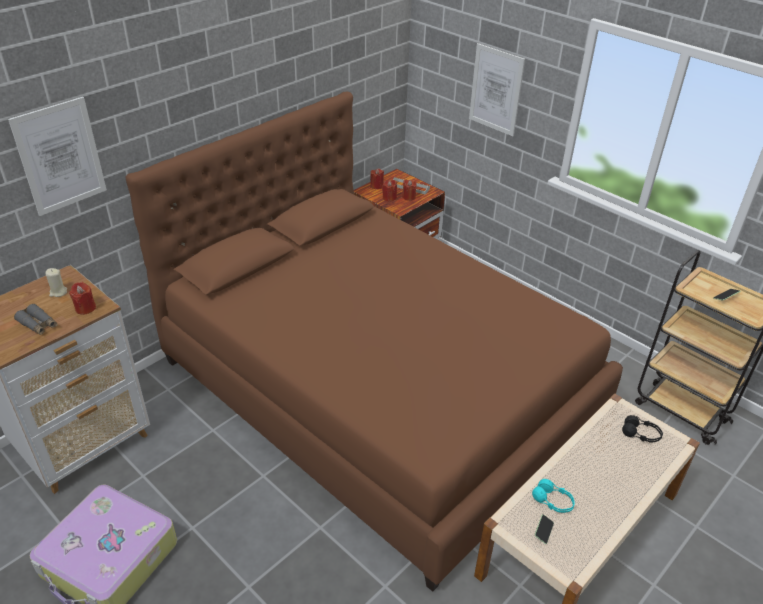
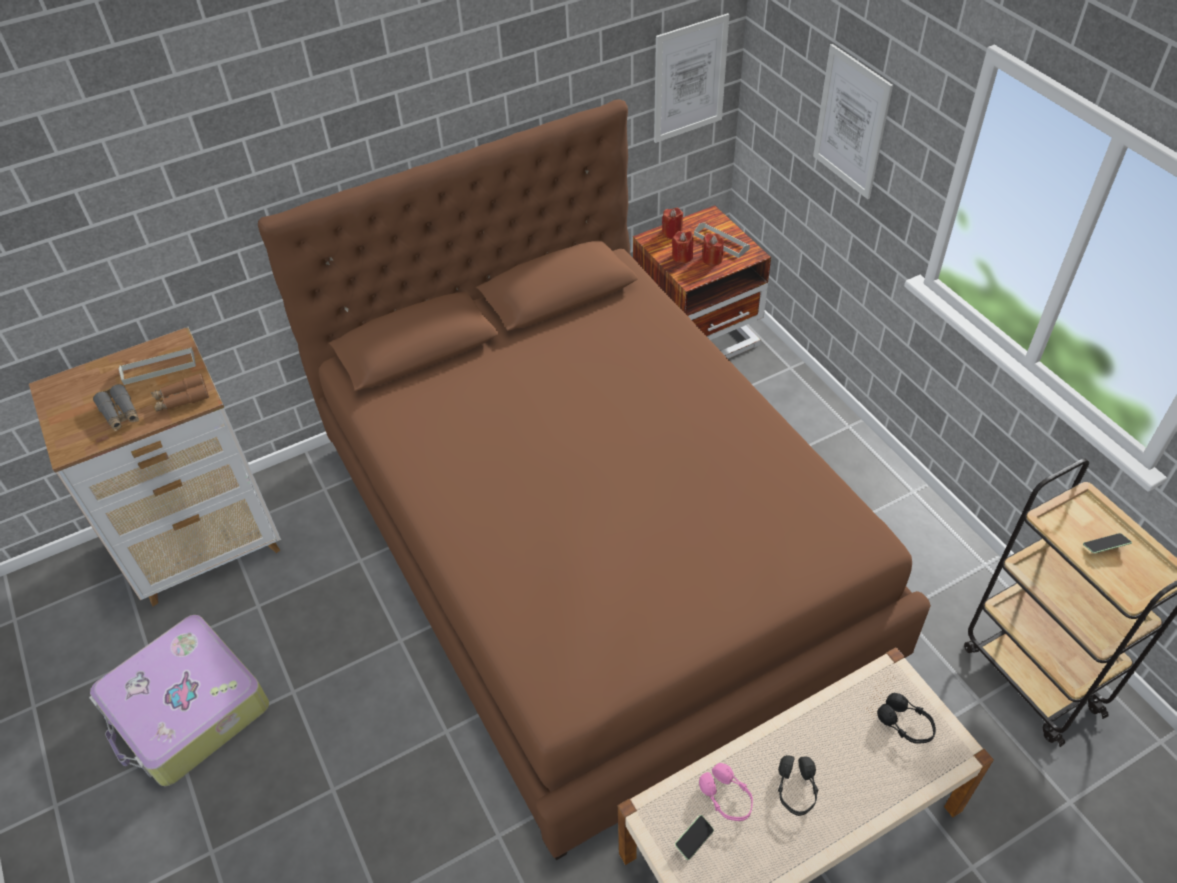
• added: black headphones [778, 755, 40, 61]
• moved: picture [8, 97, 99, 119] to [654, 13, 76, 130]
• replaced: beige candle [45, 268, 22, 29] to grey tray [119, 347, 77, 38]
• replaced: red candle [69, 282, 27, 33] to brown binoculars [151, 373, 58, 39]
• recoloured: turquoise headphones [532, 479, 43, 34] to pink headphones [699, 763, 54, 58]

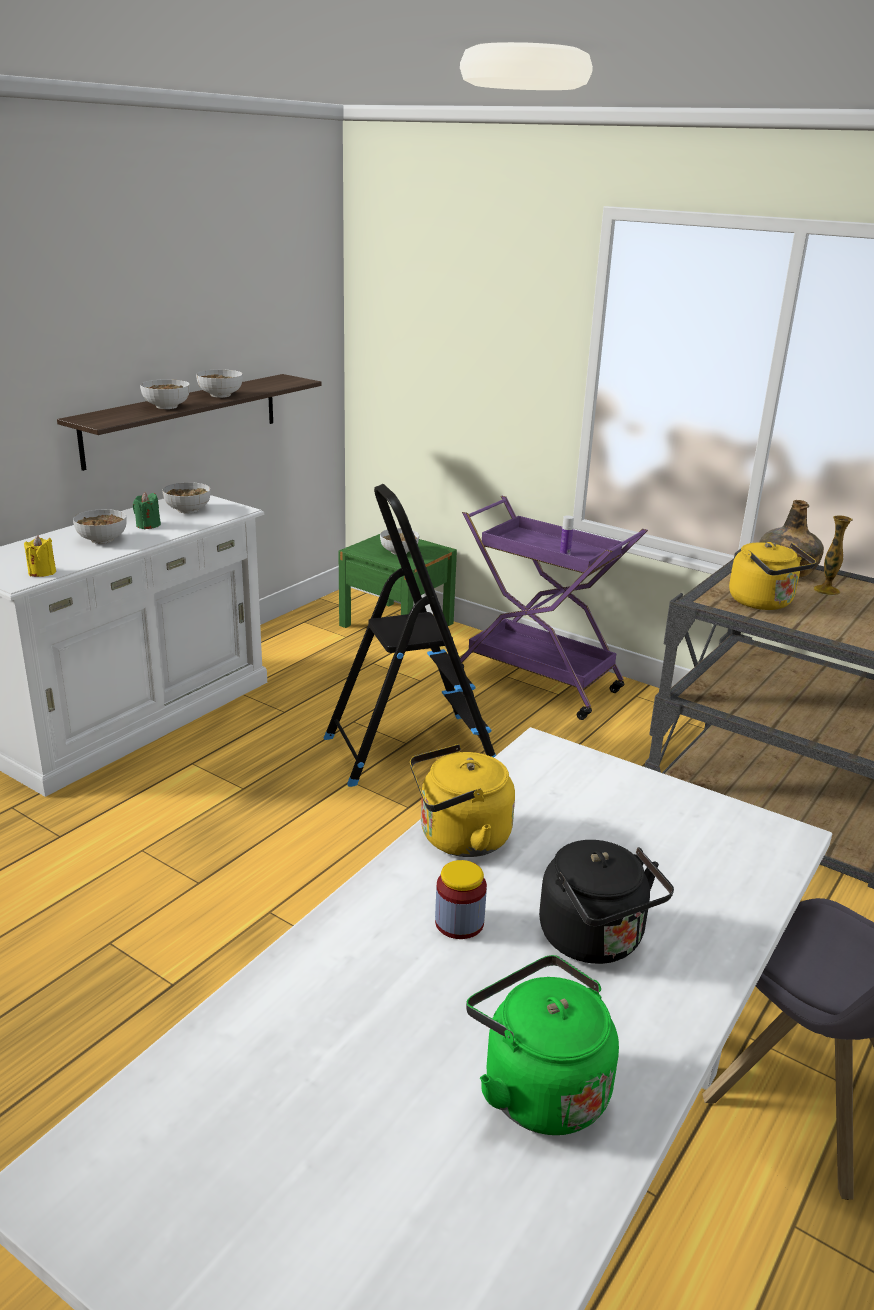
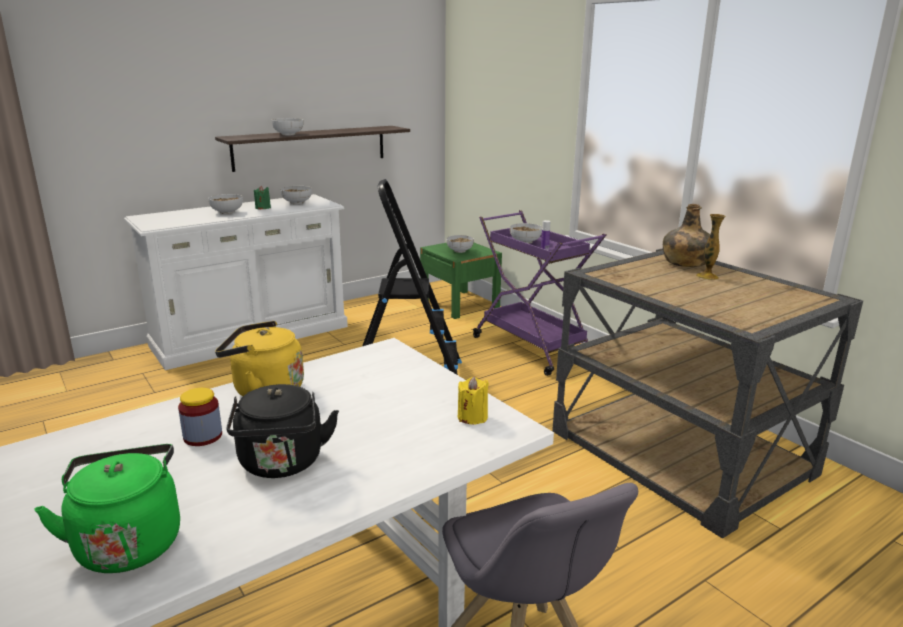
• removed: yellow kettle [729, 542, 87, 68]
• moved: yellow candle [24, 536, 32, 41] to [458, 377, 31, 48]
• moved: bowl [196, 369, 47, 29] to [510, 223, 32, 21]

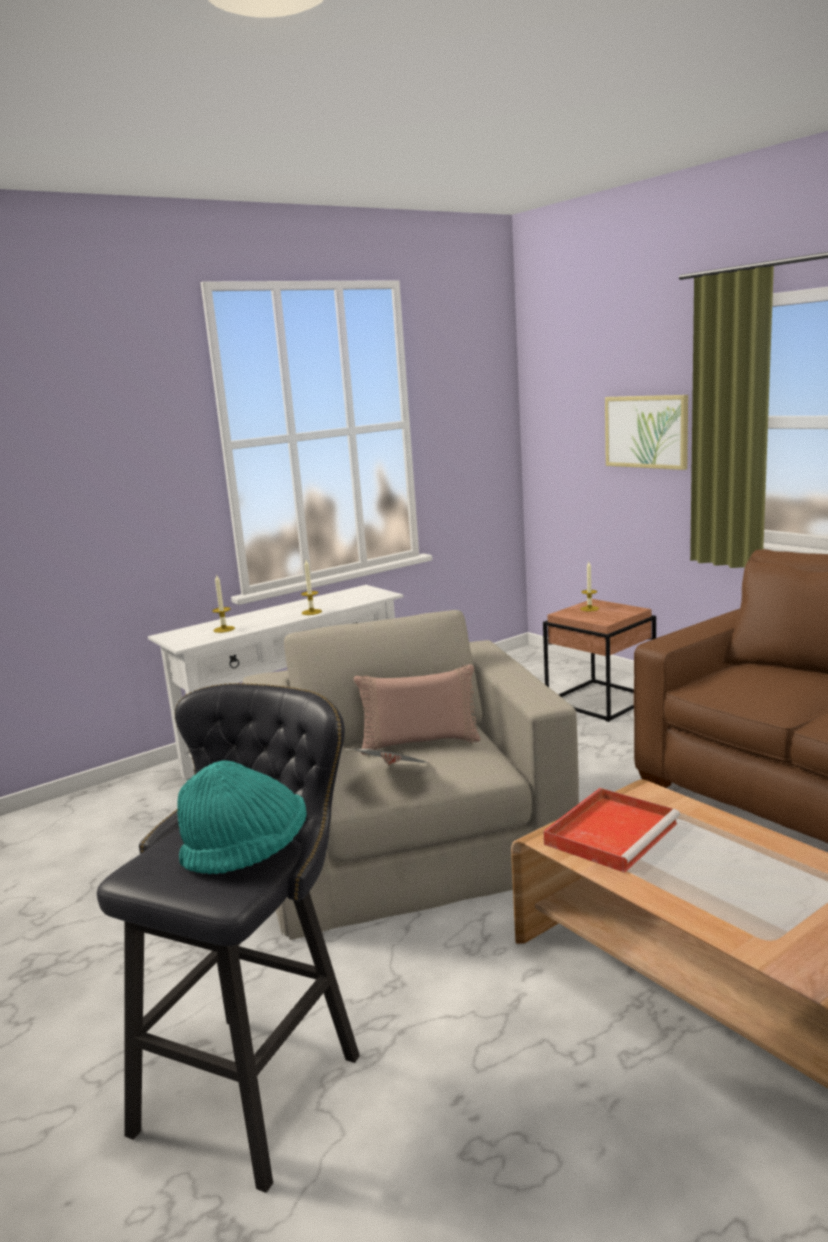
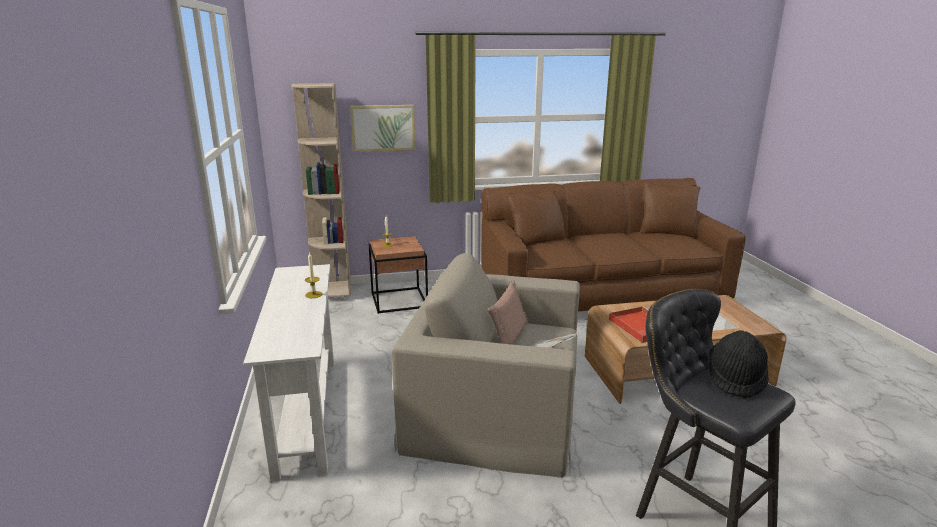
• removed: candle [212, 574, 23, 59]
• added: beige bookcase [291, 83, 60, 217]
• recoloured: turquoise hat [178, 760, 129, 114] to black hat [709, 330, 59, 68]

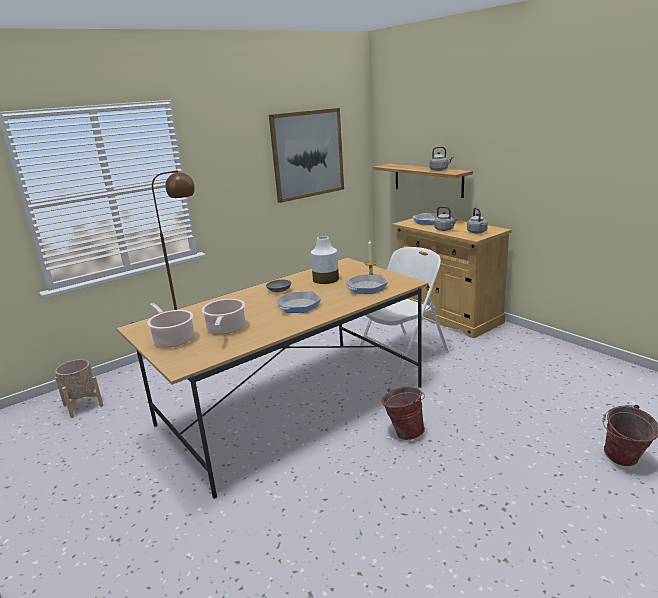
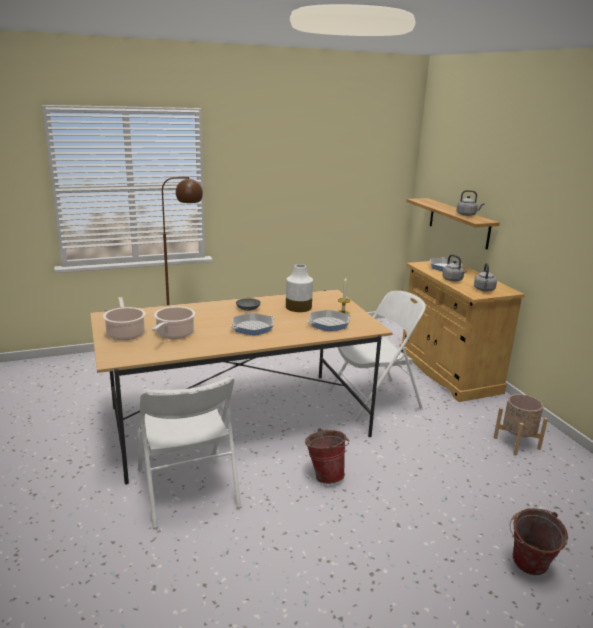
• removed: picture [269, 108, 75, 95]
• added: white chair [138, 378, 104, 151]
• moved: beige planter [55, 359, 48, 59] to [494, 394, 54, 62]

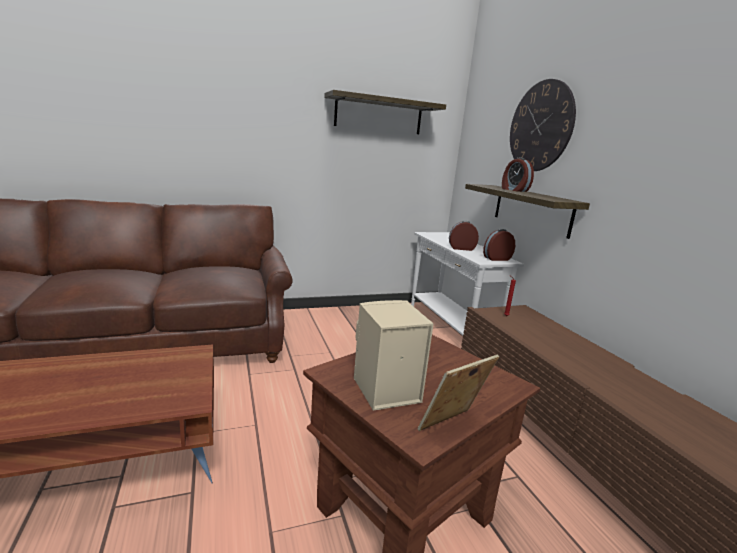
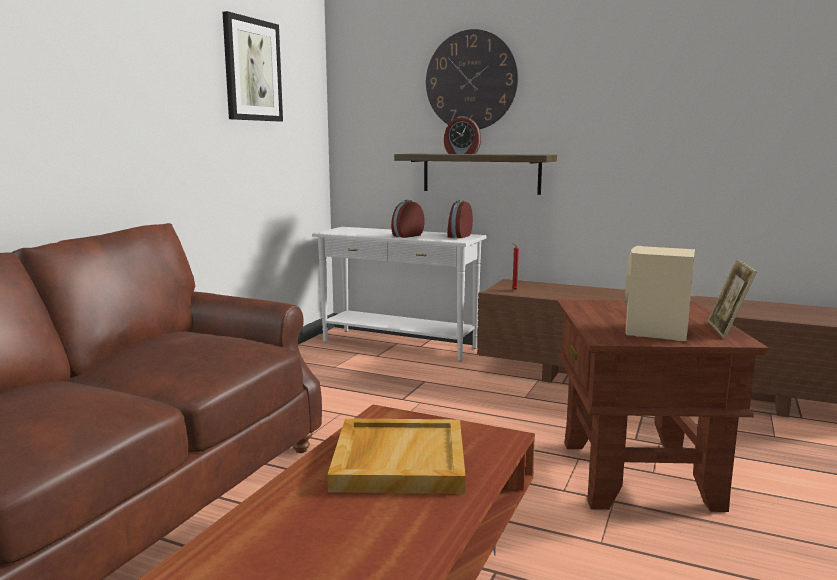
• added: beige tray [327, 418, 139, 76]
• replaced: shelf [324, 90, 122, 44] to picture [222, 11, 61, 110]

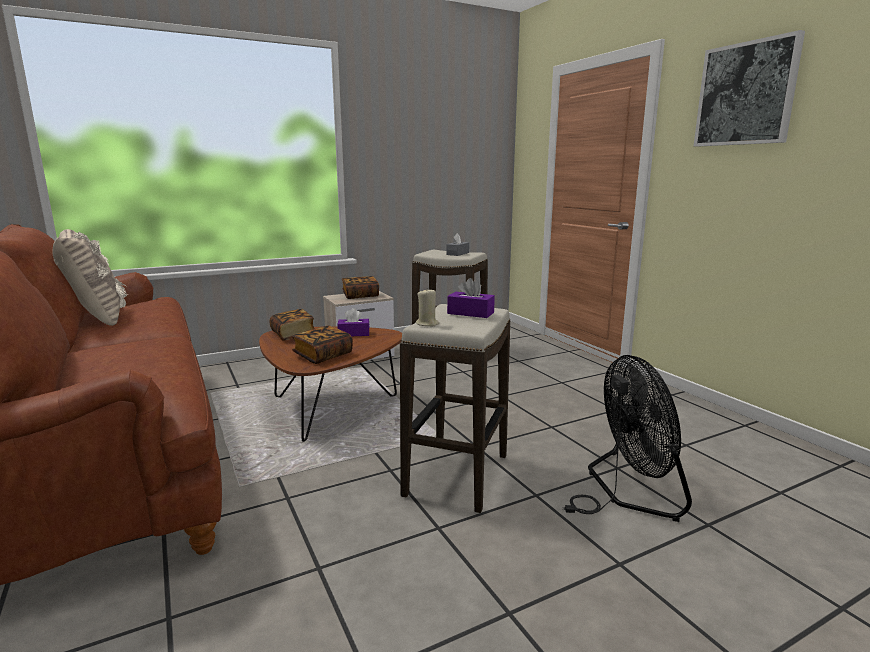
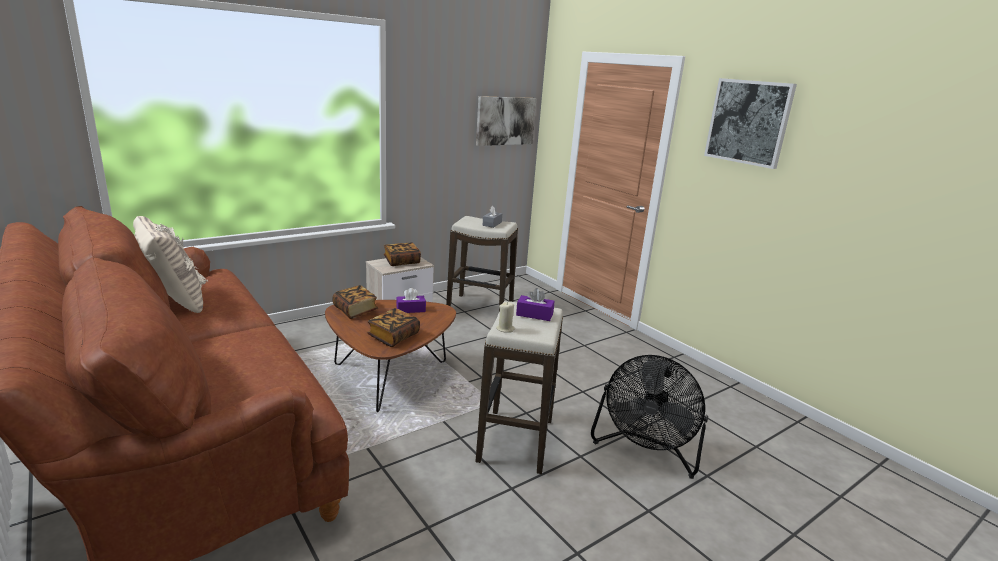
• added: picture [476, 96, 61, 50]
• turned: black fan [562, 355, 130, 167] = [591, 355, 117, 124] 135 degrees clockwise

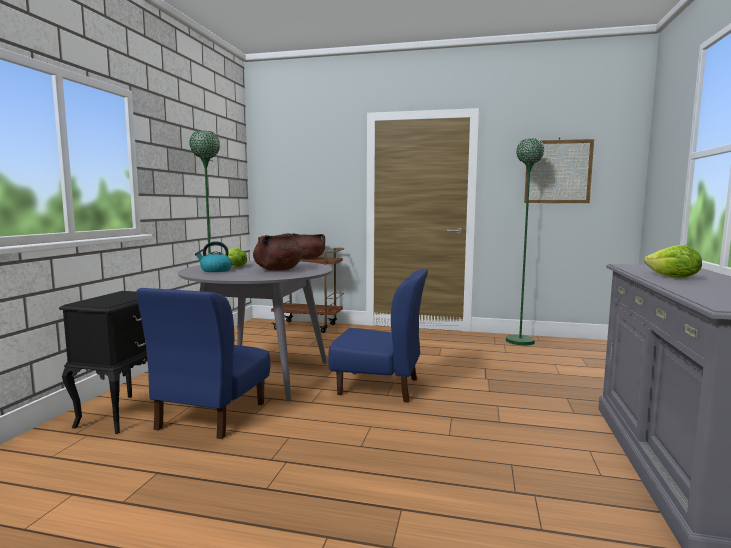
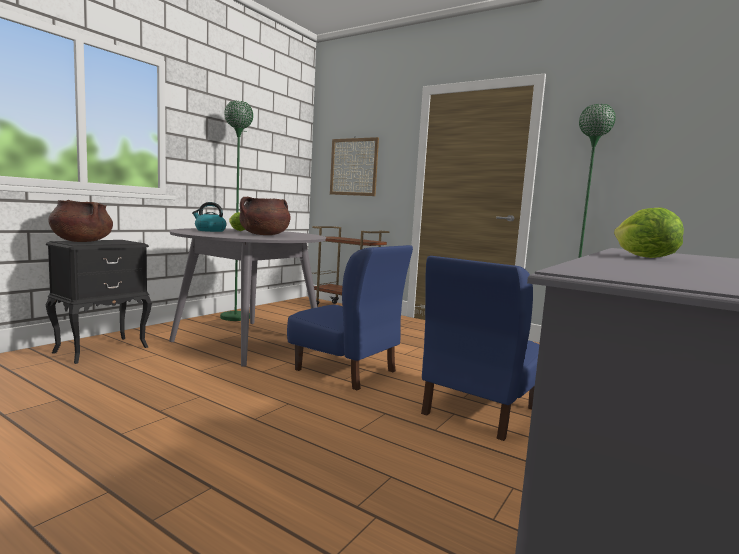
• moved: blue chair [137, 288, 133, 151] to [421, 256, 118, 185]
• moved: brown cooking pot [293, 233, 32, 26] to [48, 200, 65, 42]
• moved: picture [524, 138, 70, 65] to [330, 137, 49, 59]

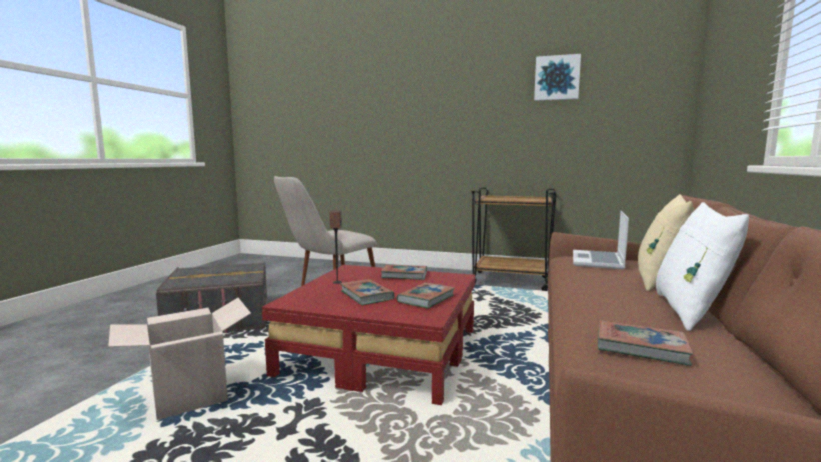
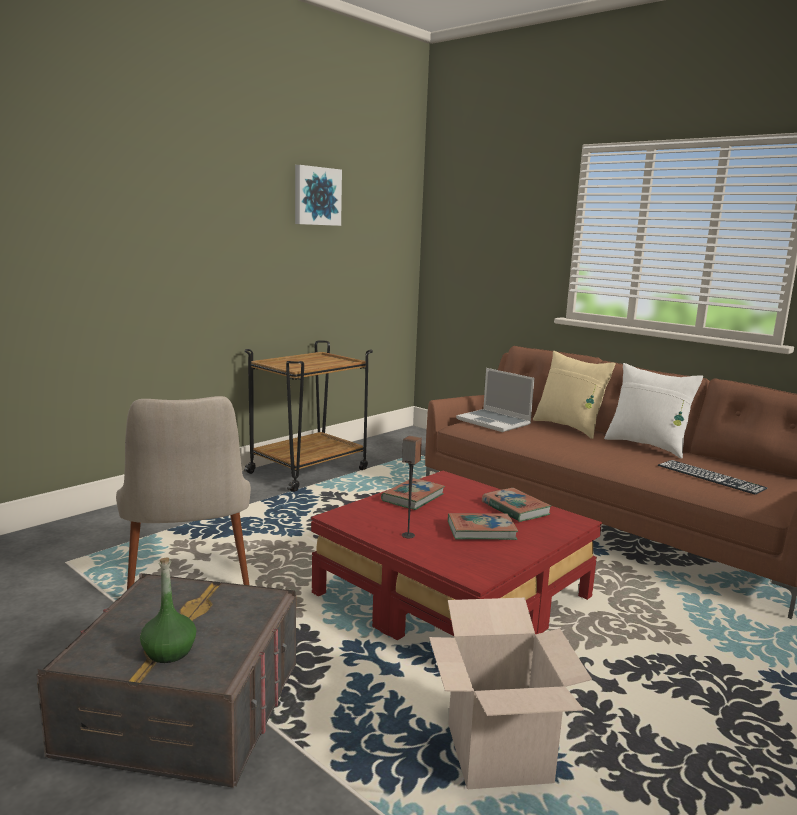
• added: green bottle [140, 558, 56, 105]
• replaced: book [598, 320, 95, 46] to keyboard [658, 460, 109, 35]

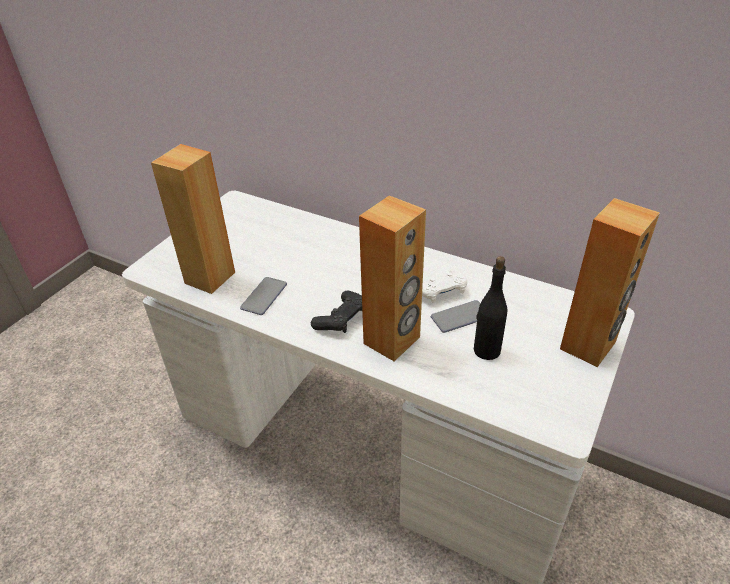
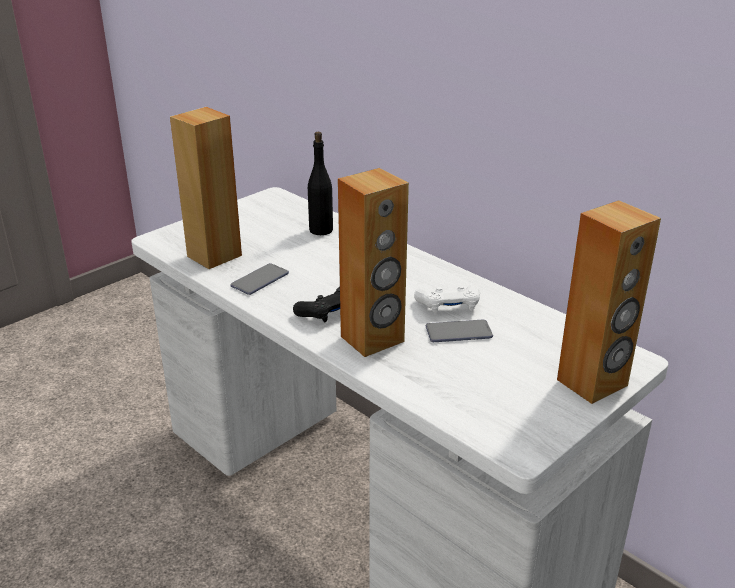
• moved: black bottle [474, 256, 33, 104] to [308, 132, 25, 103]

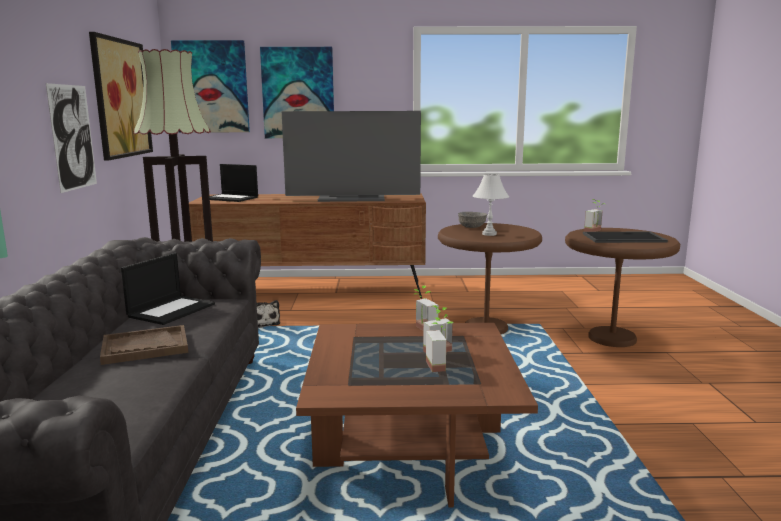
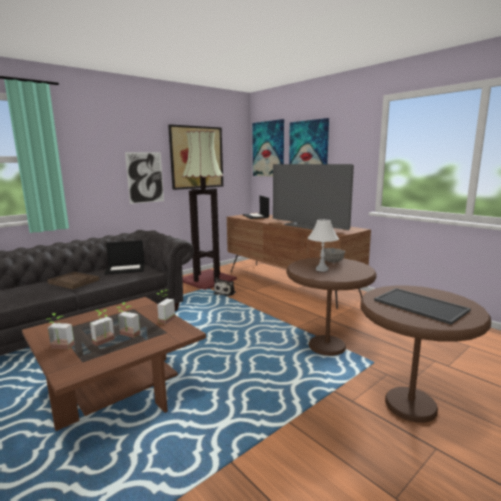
• moved: potted plant [584, 199, 19, 33] to [46, 313, 29, 36]

